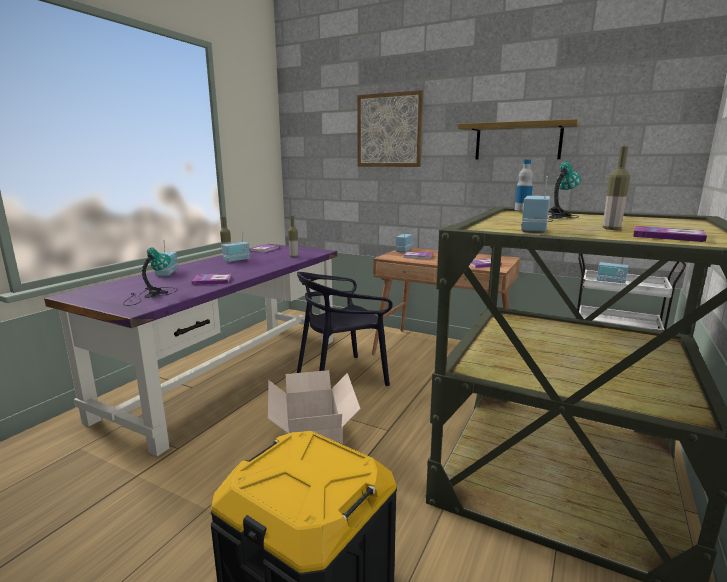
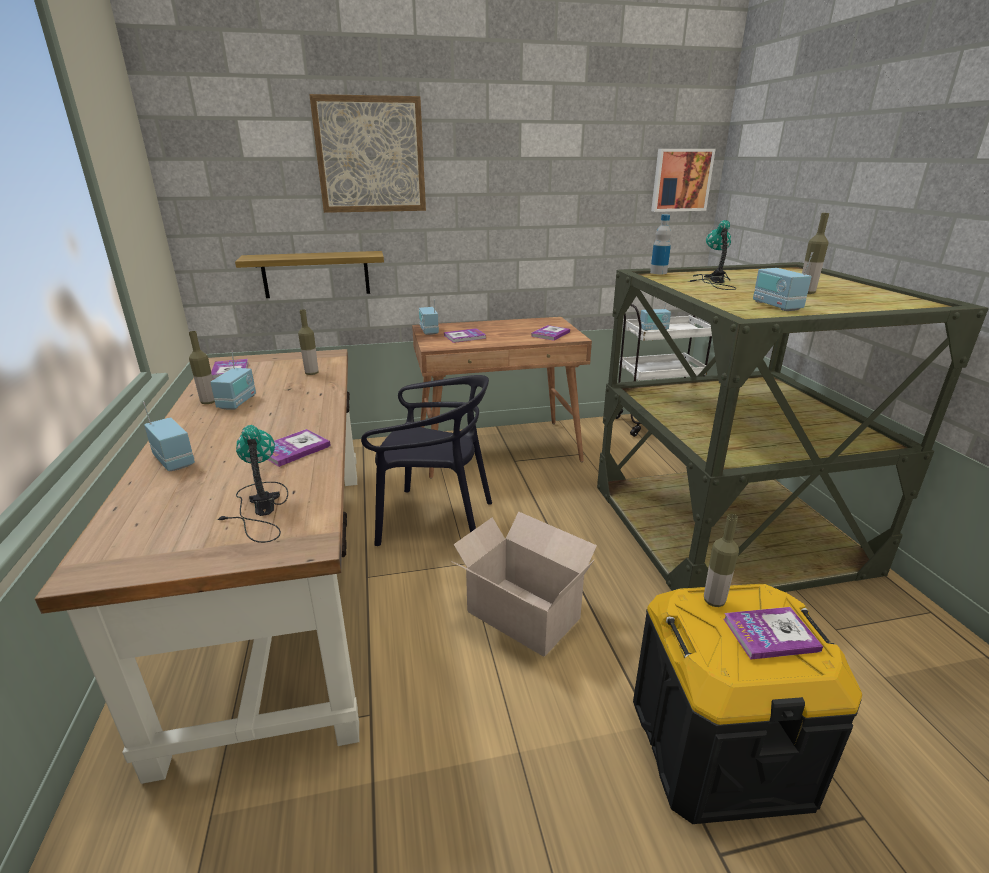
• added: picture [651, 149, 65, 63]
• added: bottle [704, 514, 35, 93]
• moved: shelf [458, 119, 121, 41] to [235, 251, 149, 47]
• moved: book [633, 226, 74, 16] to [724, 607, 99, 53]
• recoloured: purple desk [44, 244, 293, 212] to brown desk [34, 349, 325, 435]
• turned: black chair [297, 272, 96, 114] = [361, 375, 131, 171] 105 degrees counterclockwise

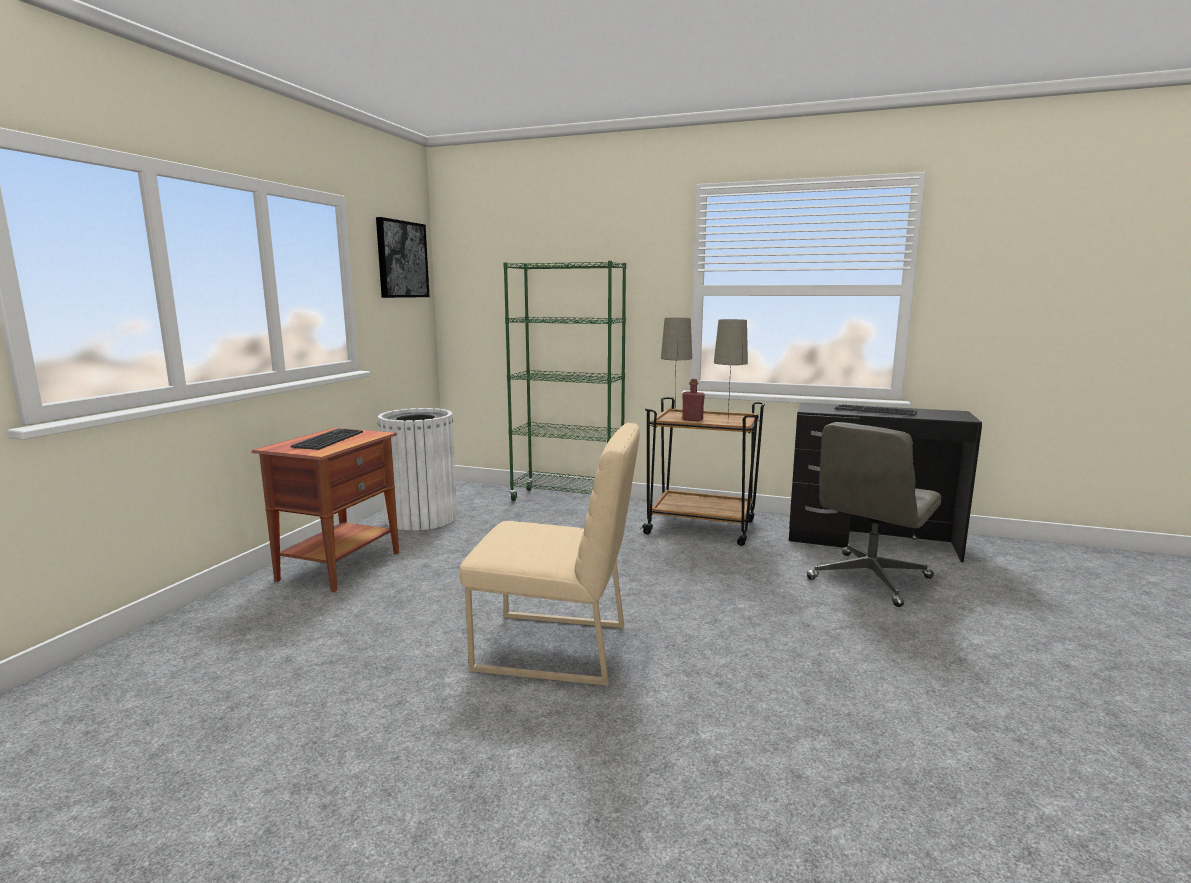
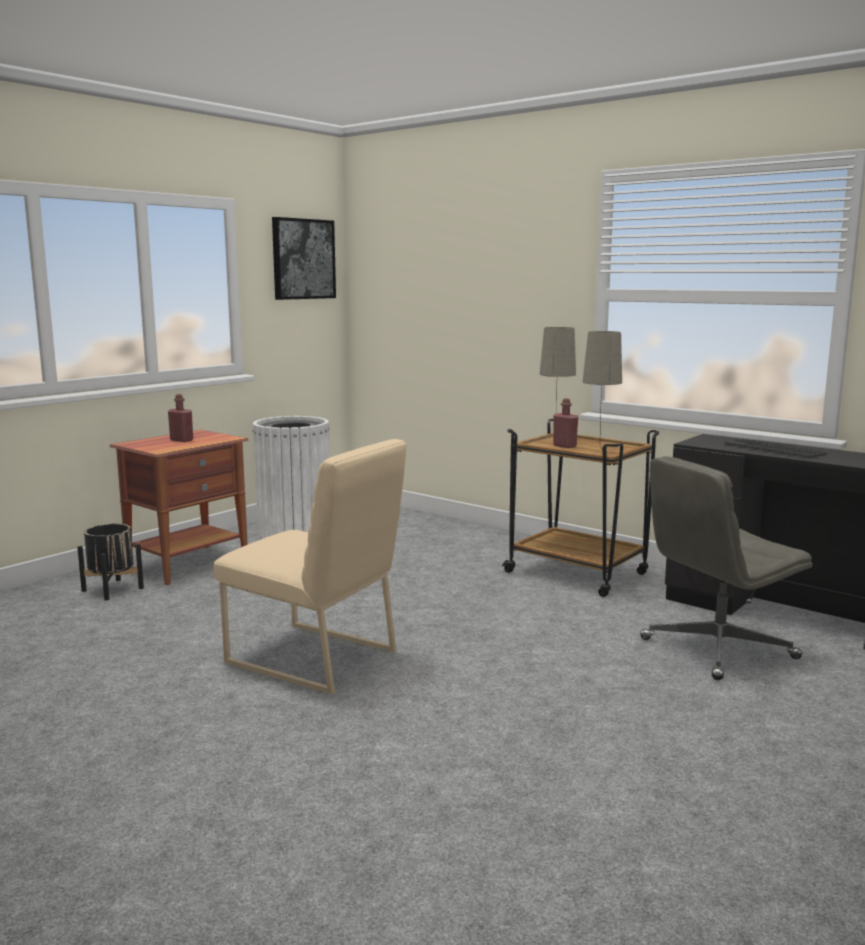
• removed: green bookcase [503, 261, 123, 240]
• added: black planter [77, 524, 67, 76]
• replaced: keyboard [291, 429, 72, 21] to red bottle [168, 394, 25, 48]

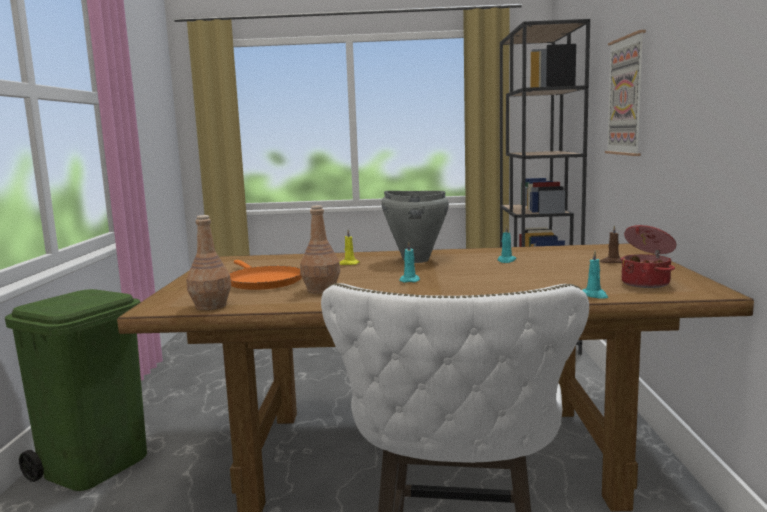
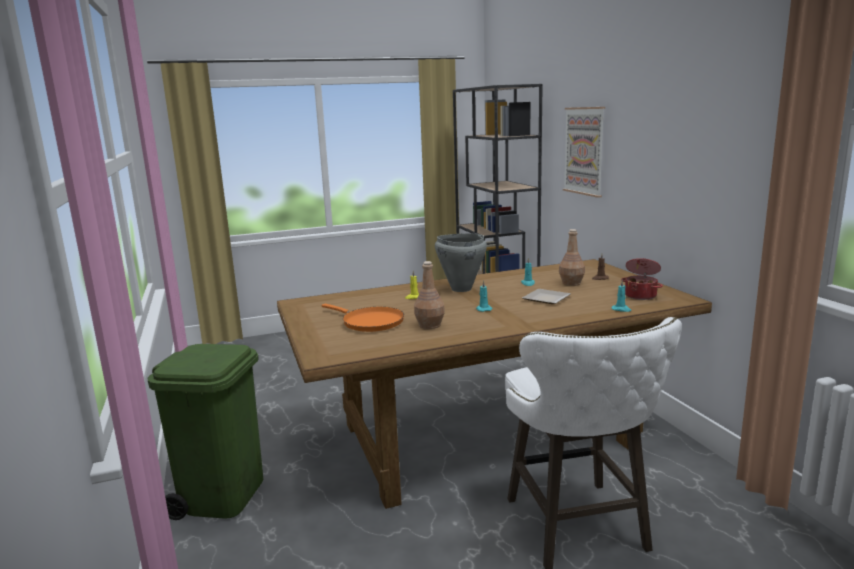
• added: plate [522, 289, 49, 15]
• moved: brown bottle [186, 215, 45, 95] to [559, 229, 26, 57]

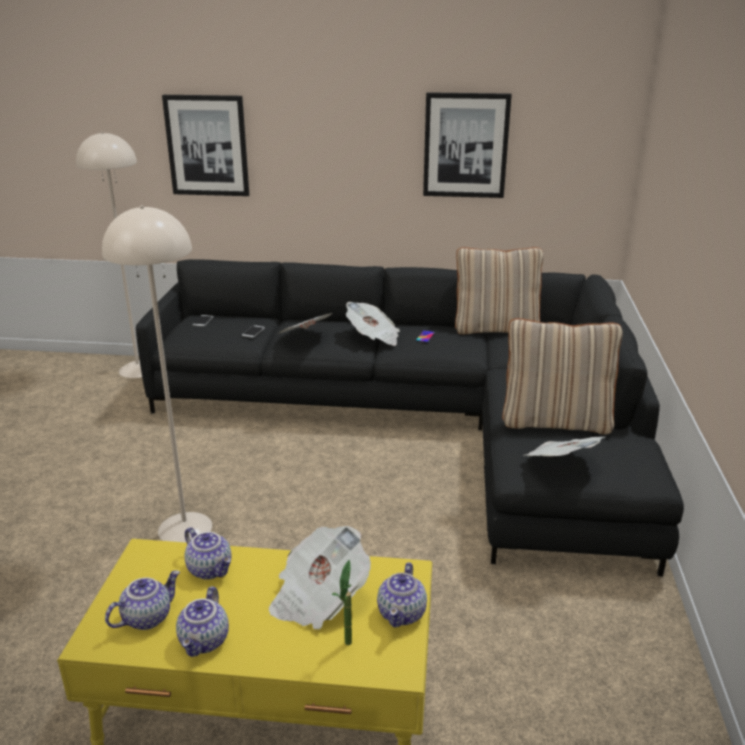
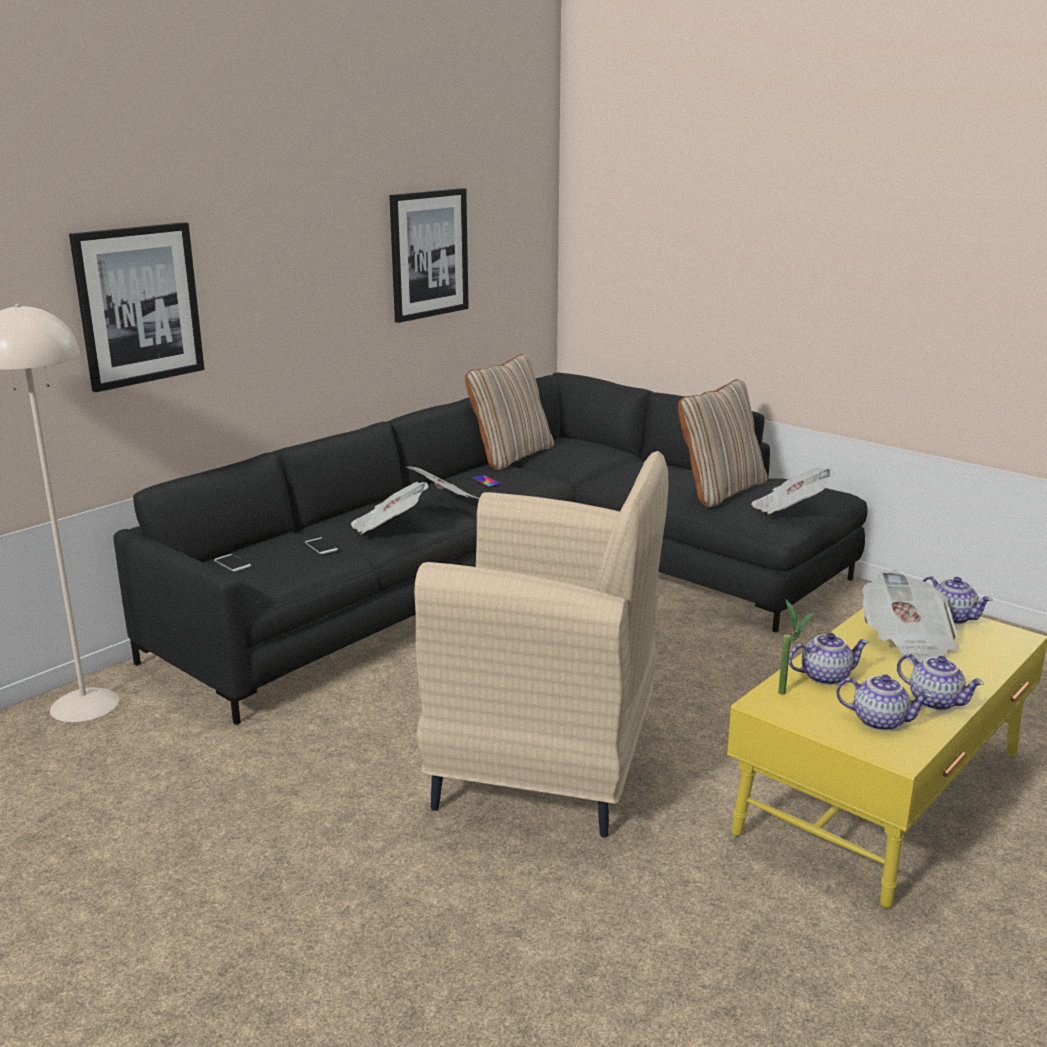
• moved: potted plant [331, 559, 21, 86] to [778, 600, 38, 95]
• replaced: beige floor lamp [102, 206, 110, 337] to beige armchair [414, 451, 254, 387]
• turned: teapot [105, 570, 75, 60] = [836, 674, 96, 57] 120 degrees clockwise

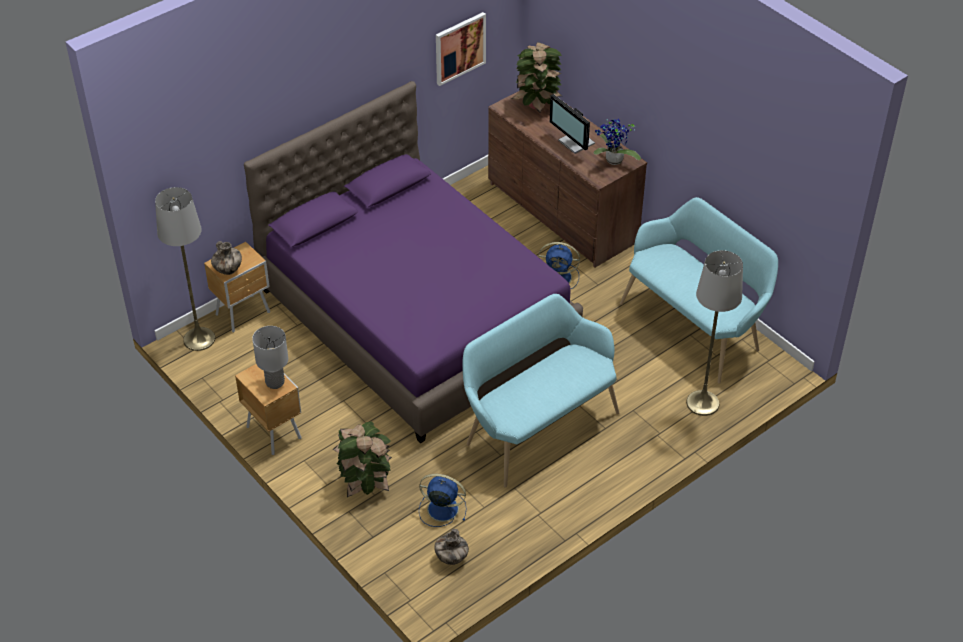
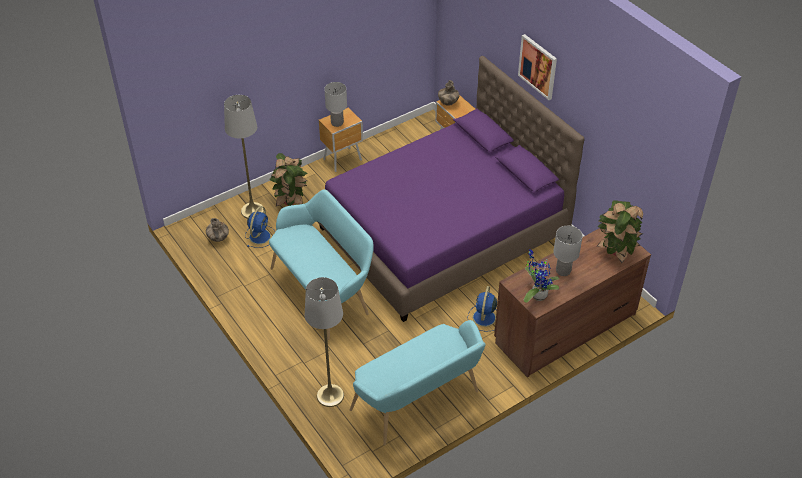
• moved: grey floor lamp [155, 187, 60, 164] to [224, 95, 40, 124]
• moved: picture [436, 12, 50, 74] to [518, 34, 39, 66]
• replaced: monitor [550, 94, 45, 60] to grey table lamp [553, 226, 30, 50]

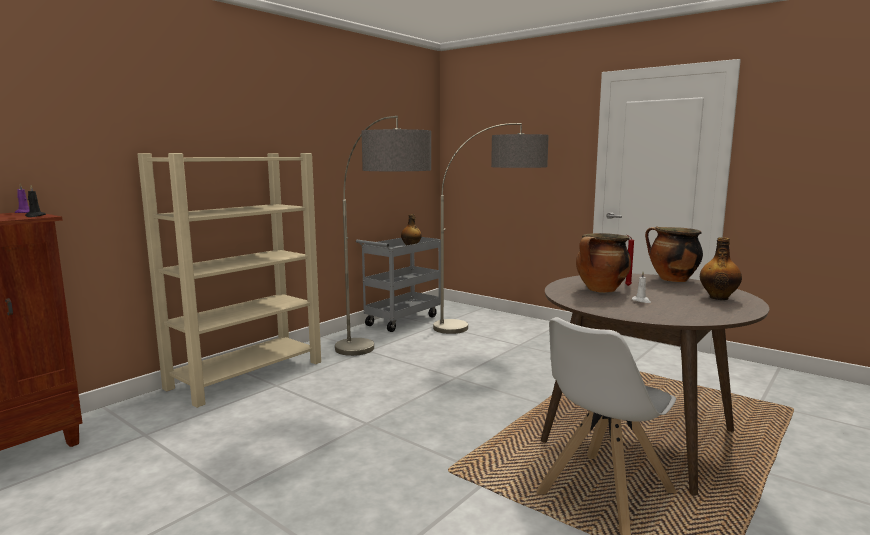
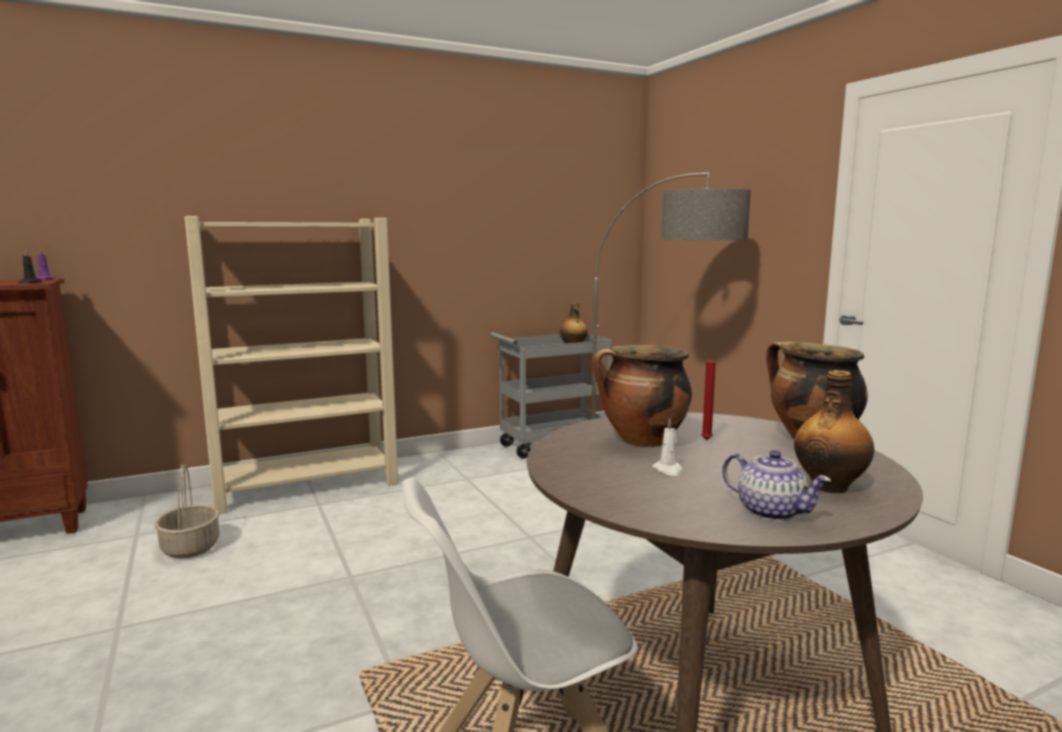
• removed: floor lamp [335, 116, 96, 240]
• added: basket [155, 464, 65, 95]
• added: teapot [722, 450, 109, 71]

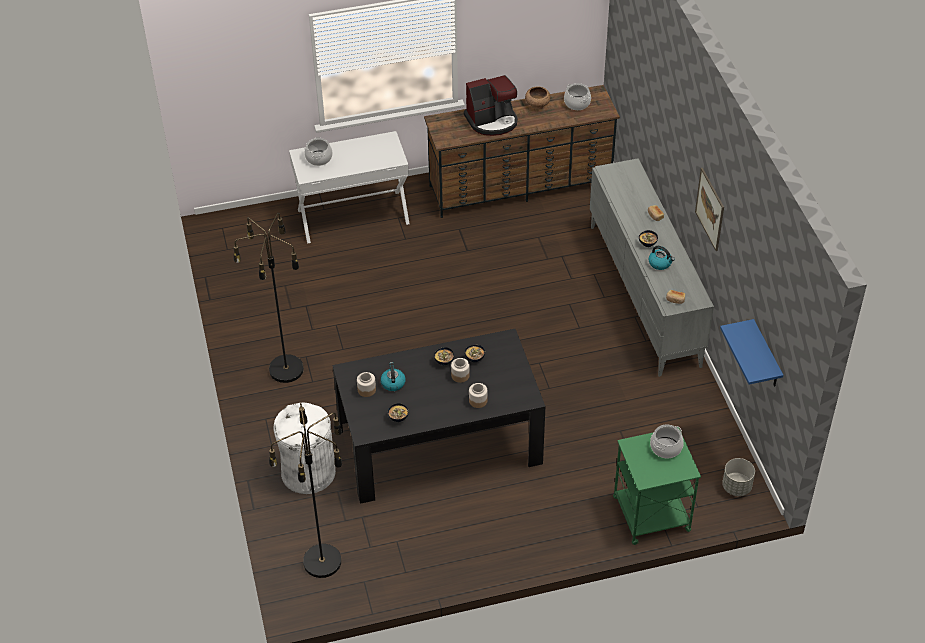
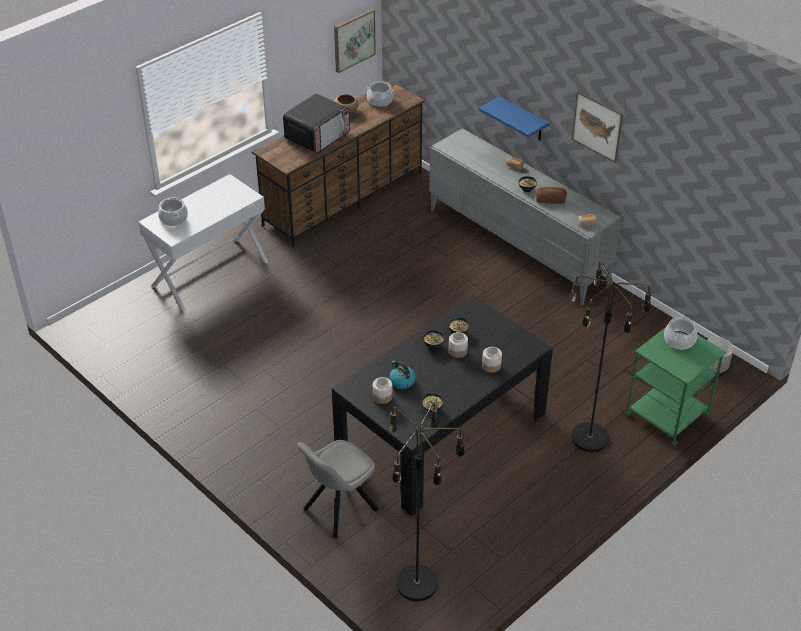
• added: picture [334, 9, 42, 64]
• moved: floor lamp [233, 213, 71, 170] to [570, 261, 81, 191]
• moved: blue shelf [720, 319, 63, 68] to [479, 96, 71, 44]
• replaced: white trash can [273, 403, 63, 91] to grey chair [297, 440, 81, 98]
• replaced: coffee machine [464, 75, 53, 61] to microwave [283, 93, 67, 60]
• replaced: kettle [648, 246, 27, 24] to bread [536, 187, 31, 17]

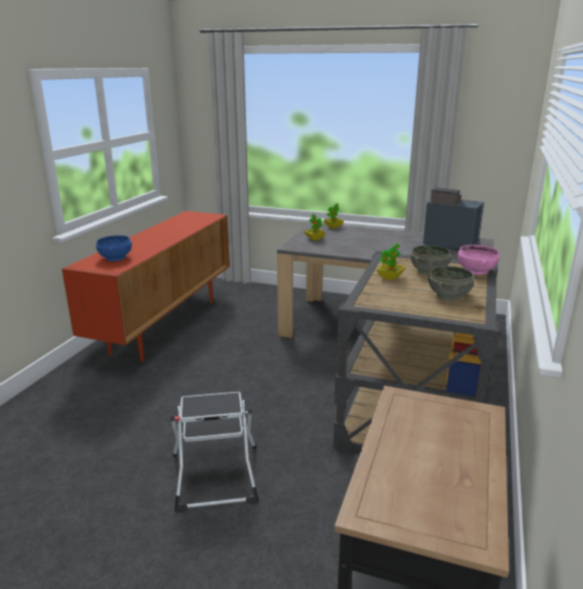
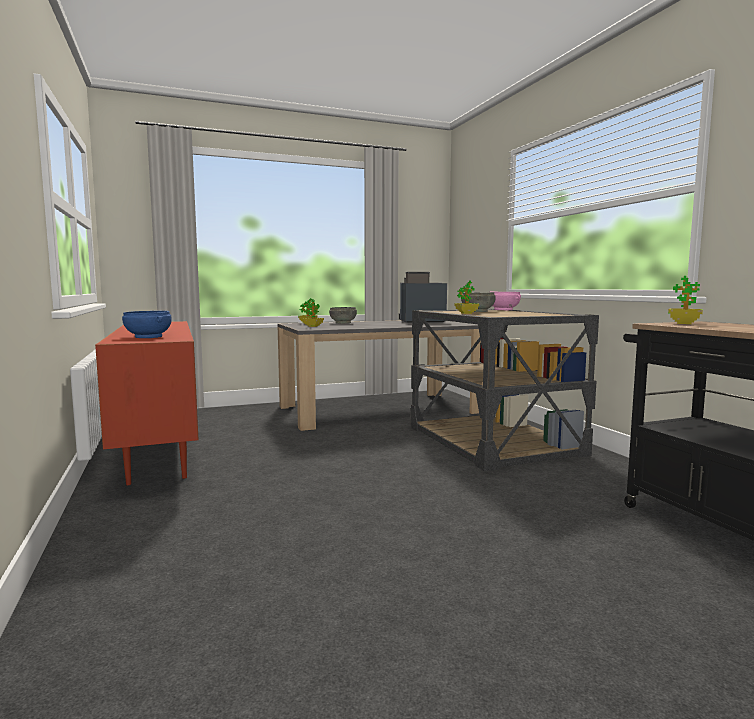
• removed: step ladder [171, 392, 88, 120]
• added: potted plant [668, 276, 35, 48]
• moved: grey bowl [428, 266, 46, 35] to [329, 307, 28, 17]

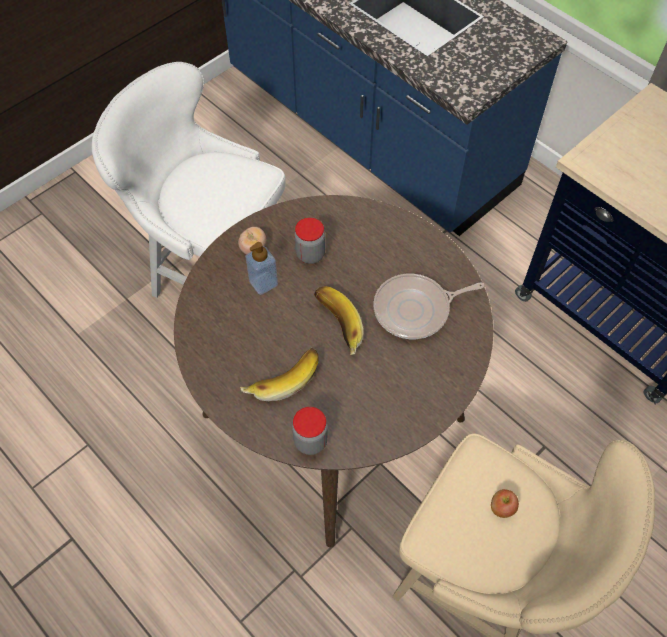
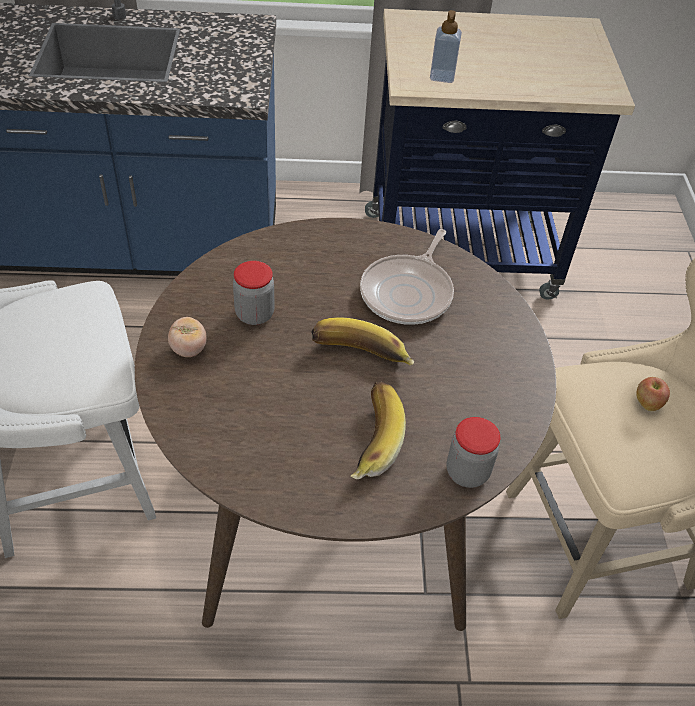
• moved: soap dispenser [245, 242, 33, 53] to [430, 10, 32, 73]

